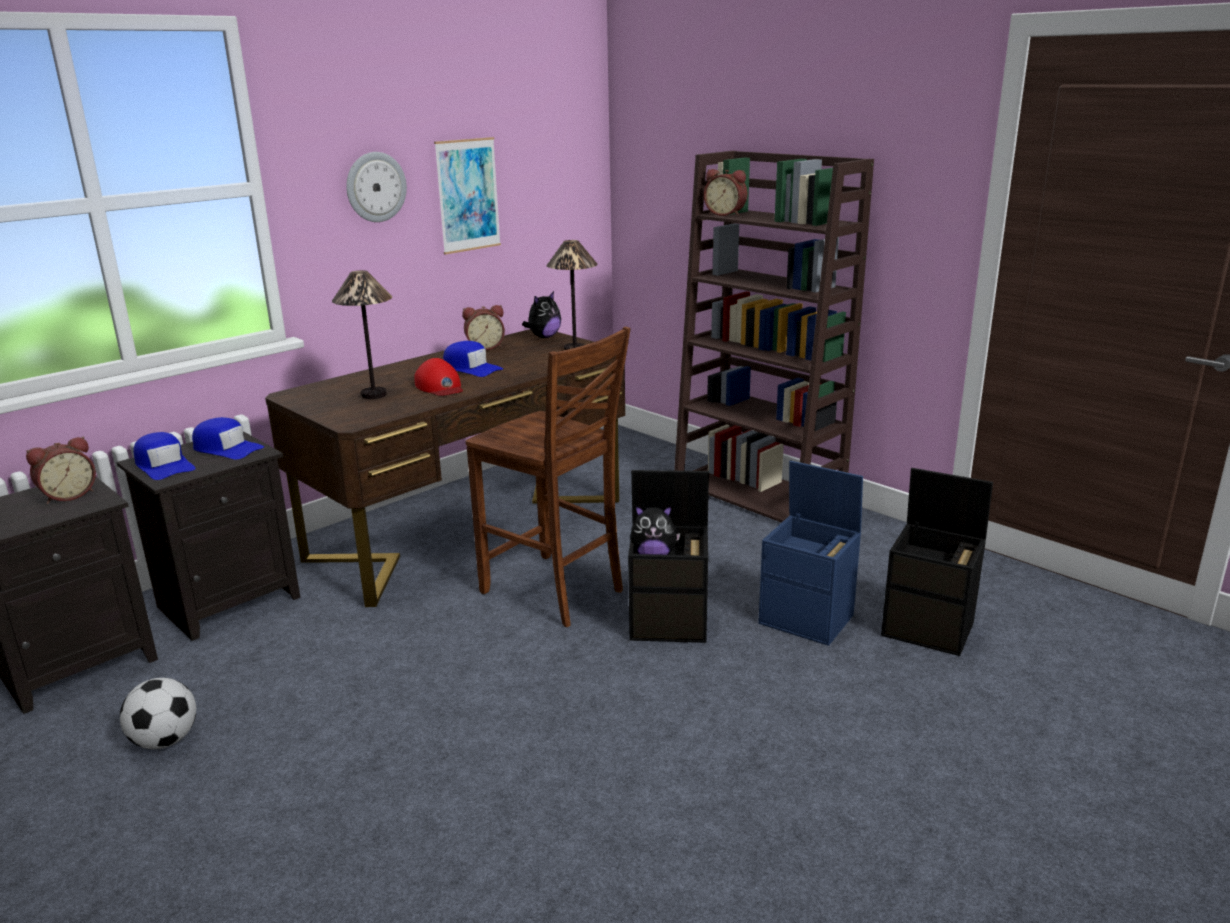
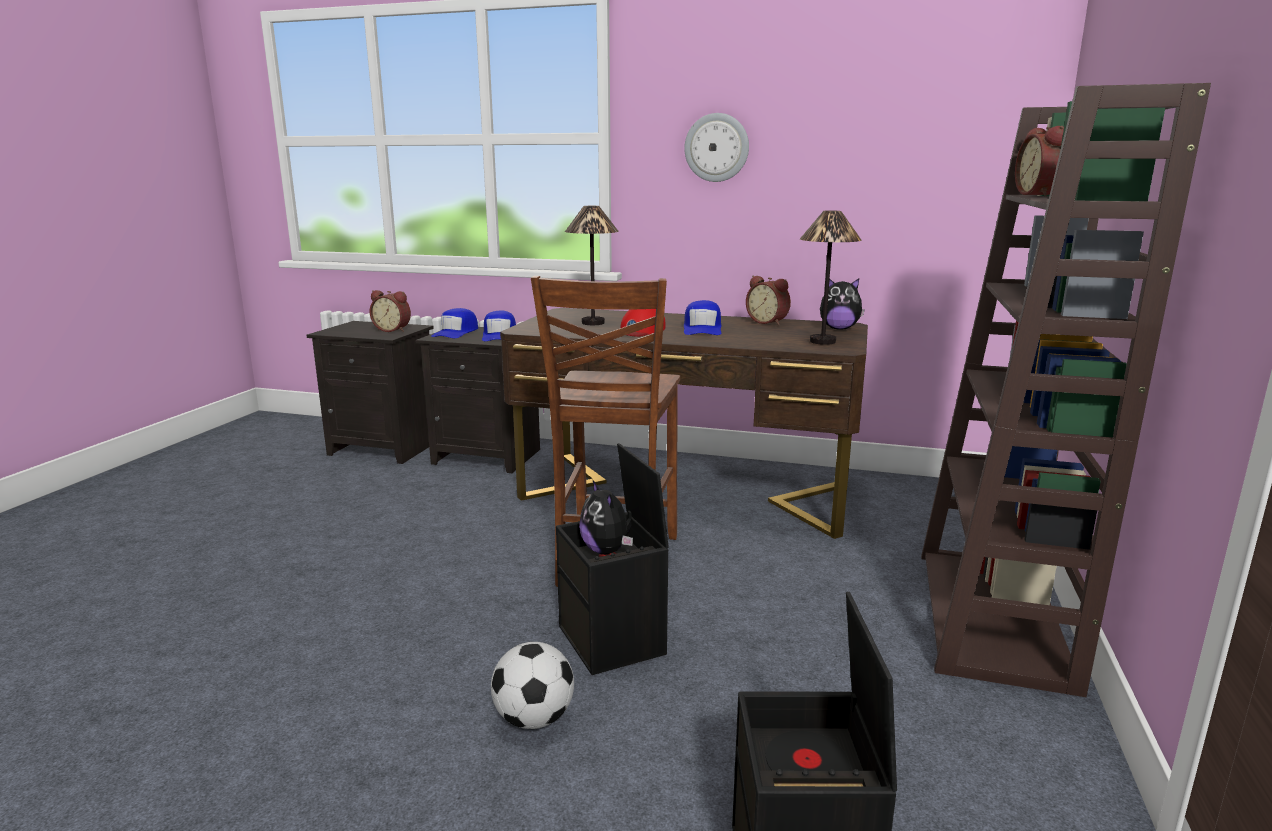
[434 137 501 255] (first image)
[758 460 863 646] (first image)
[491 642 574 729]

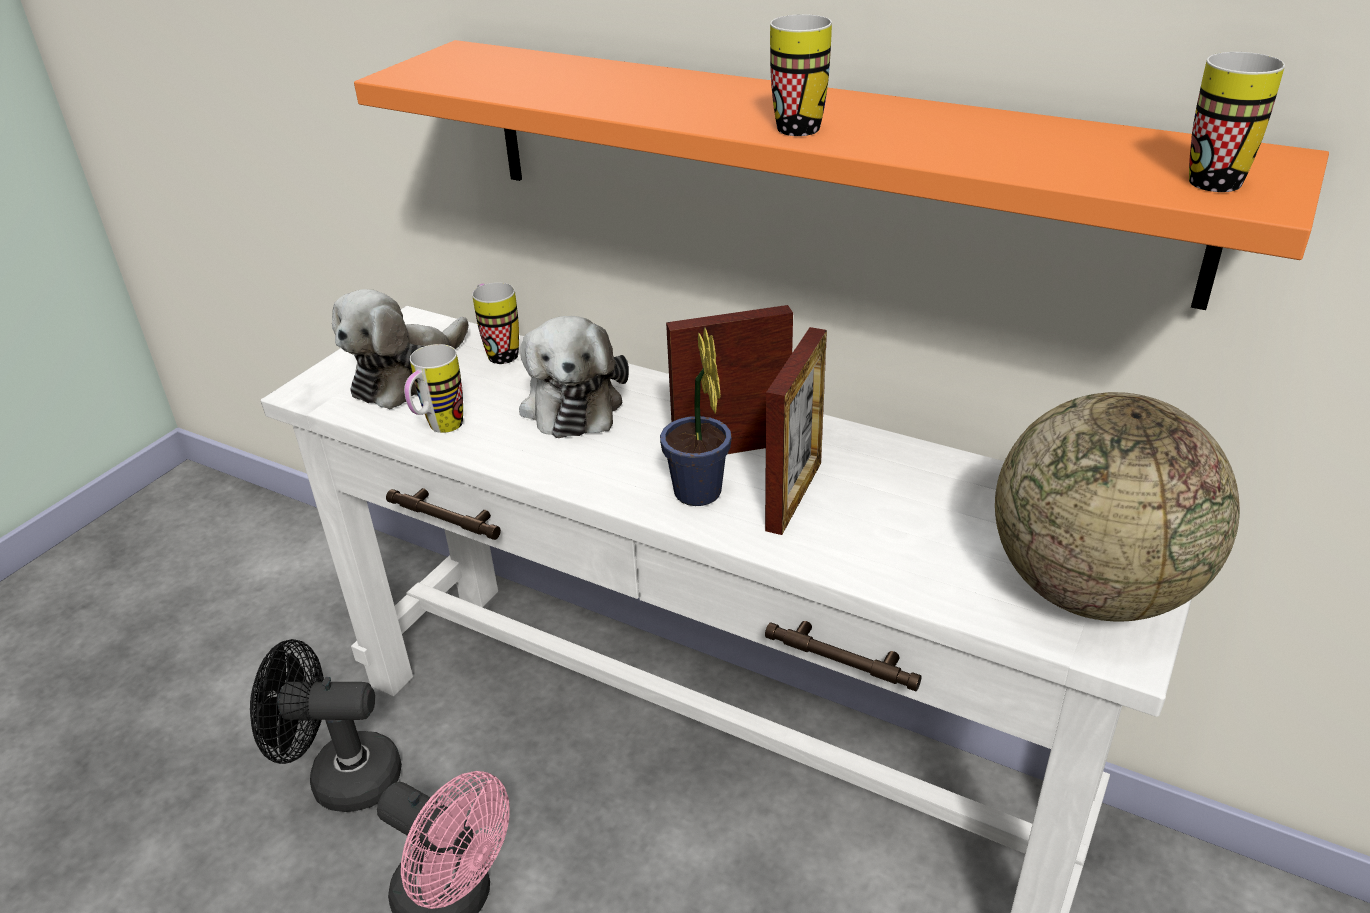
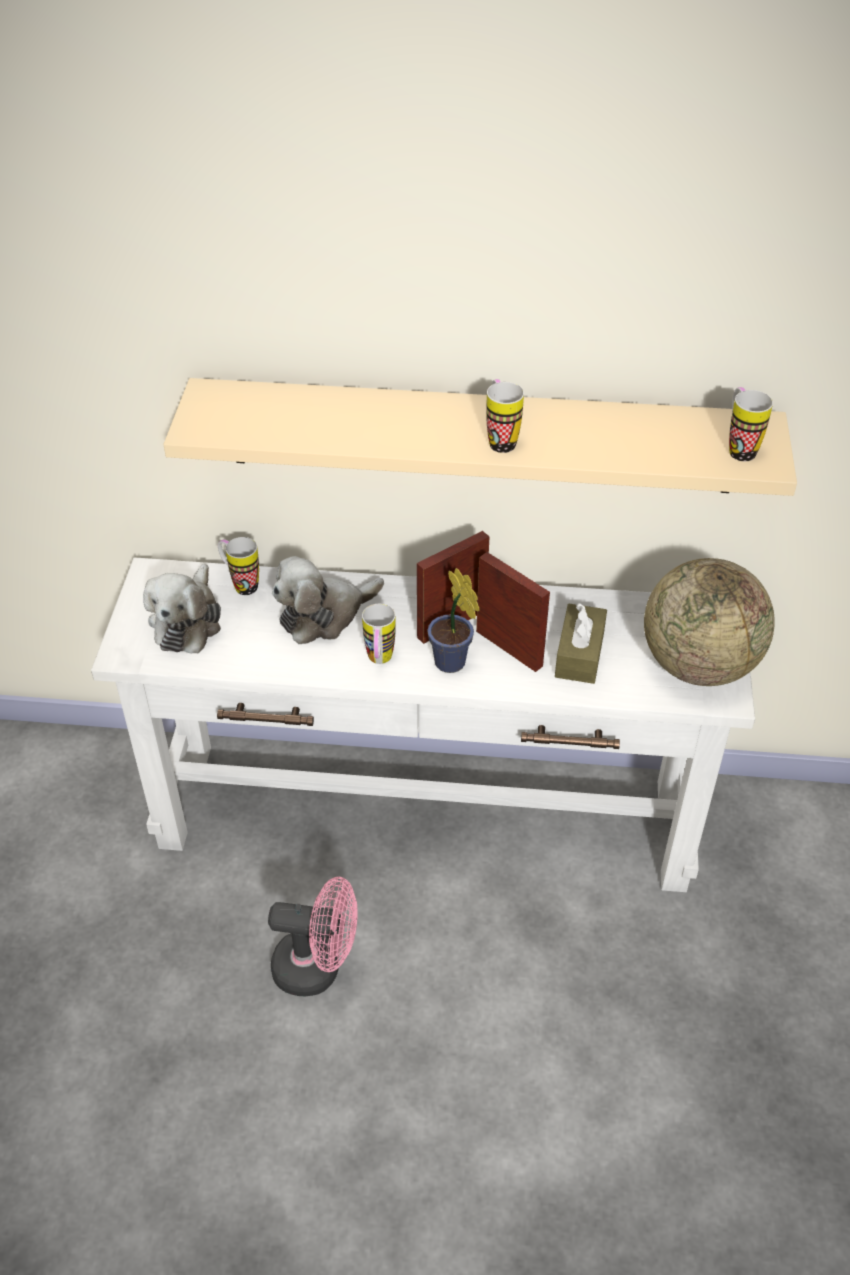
[164 378 797 496]
[272 556 384 644]
[476 552 550 672]
[362 604 395 664]
[250 639 402 812] (first image)
[555 603 607 684]

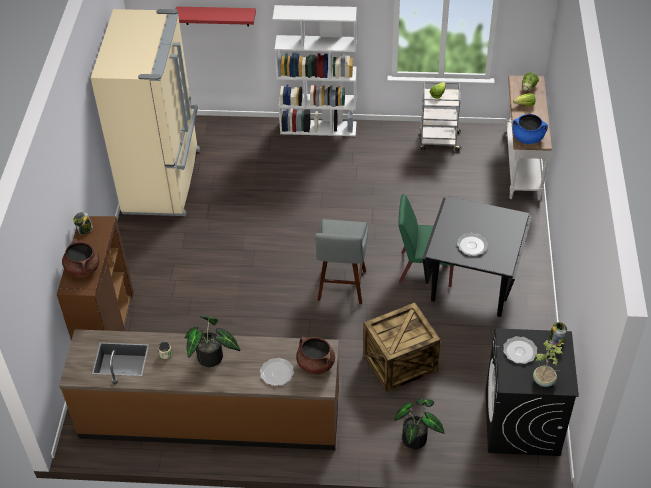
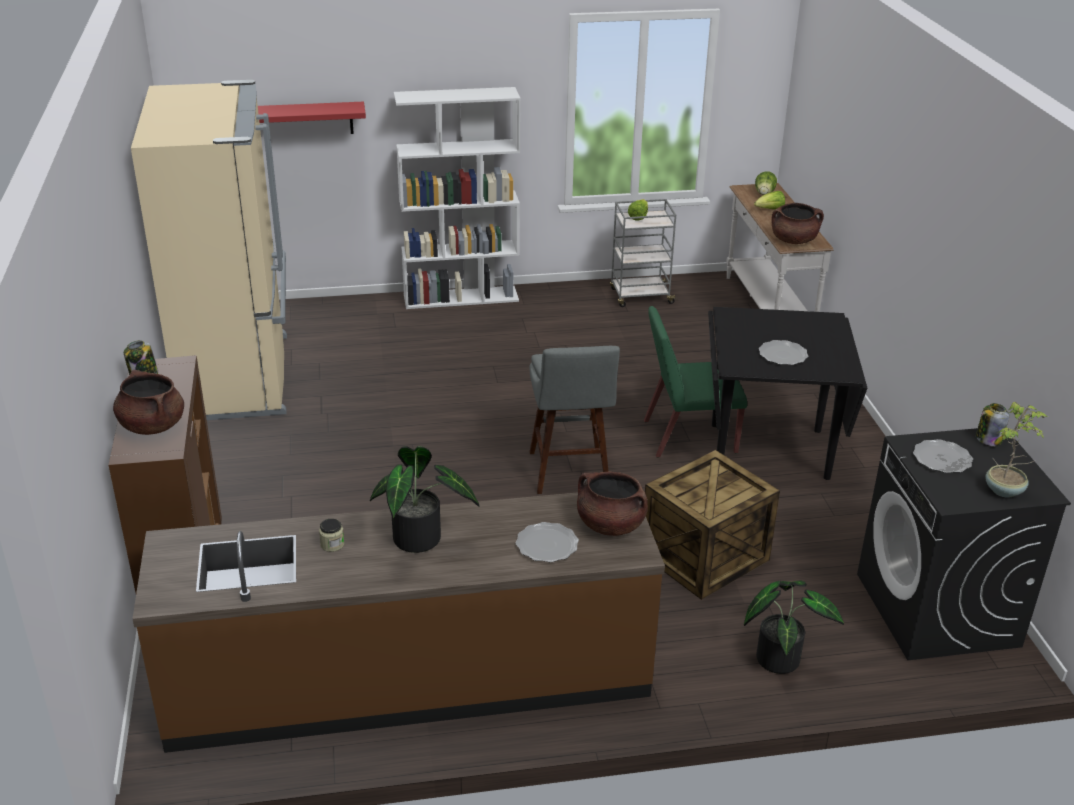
[772 203 824 244]

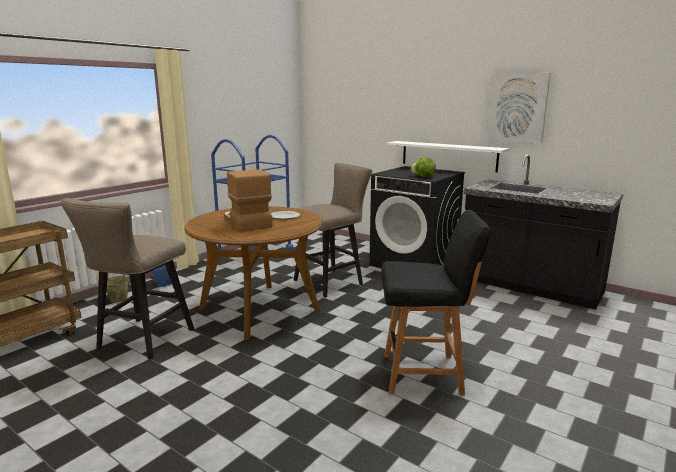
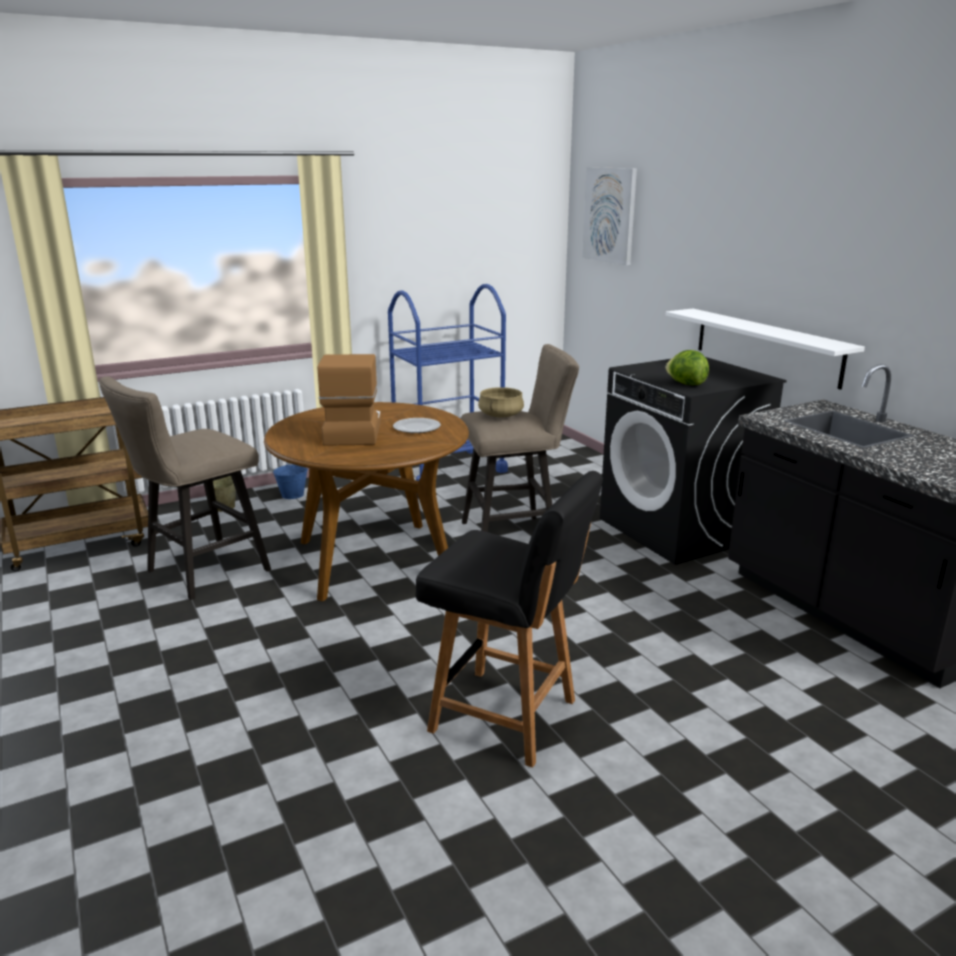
[582 167 637 265]
[478 387 524 418]

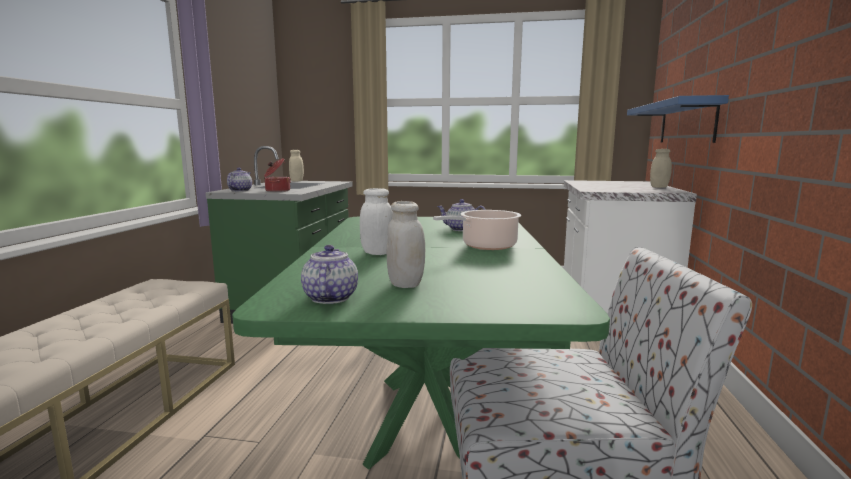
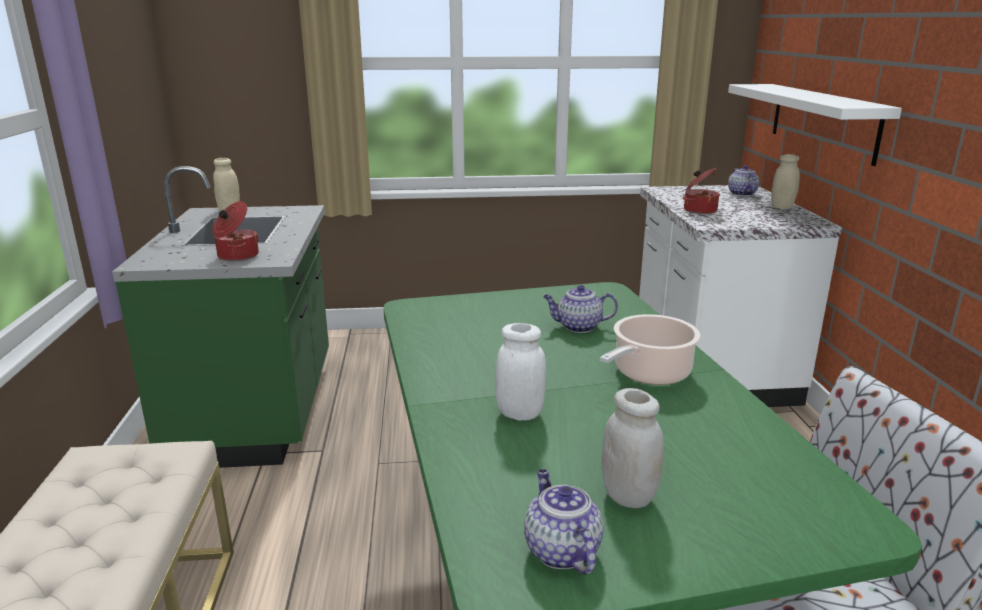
[728 84 902 166]
[728 165 760 196]
[683 168 720 214]

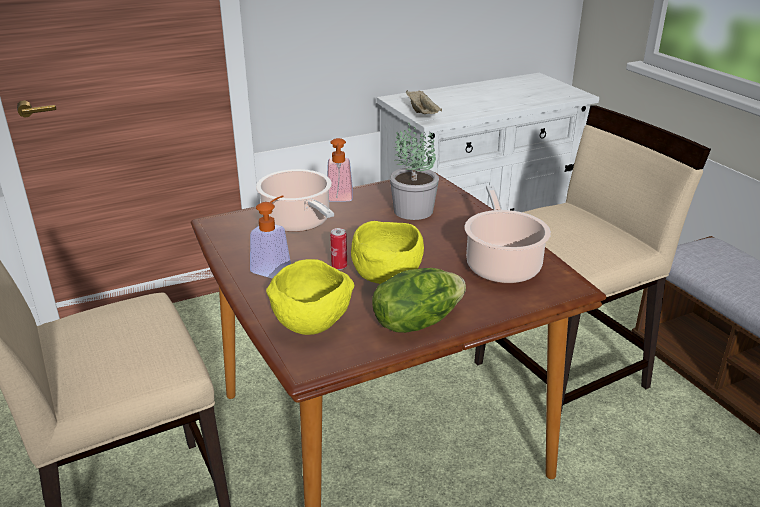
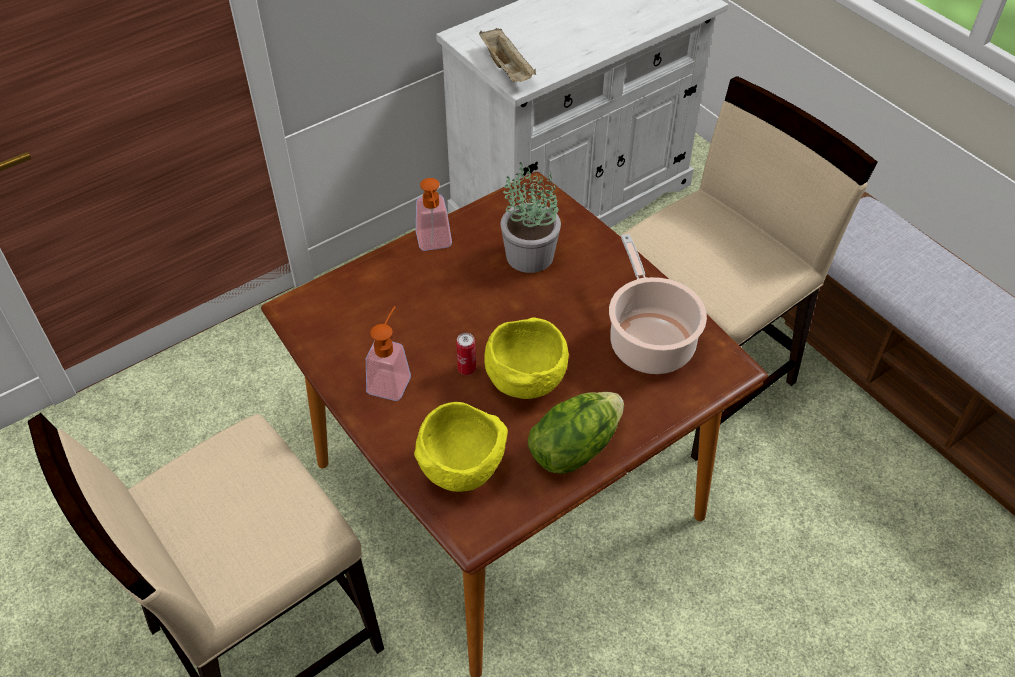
[256 169 334 232] (first image)

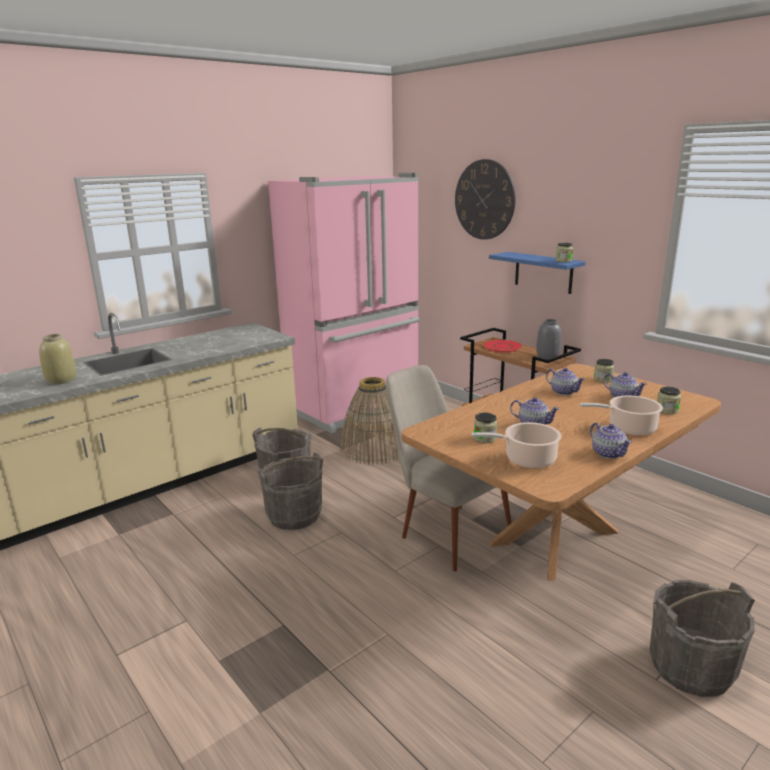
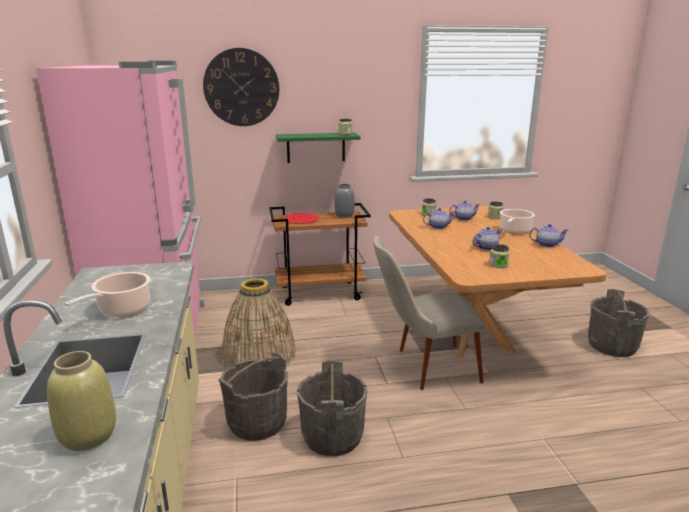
[276 132 360 163]
[64 272 151 317]

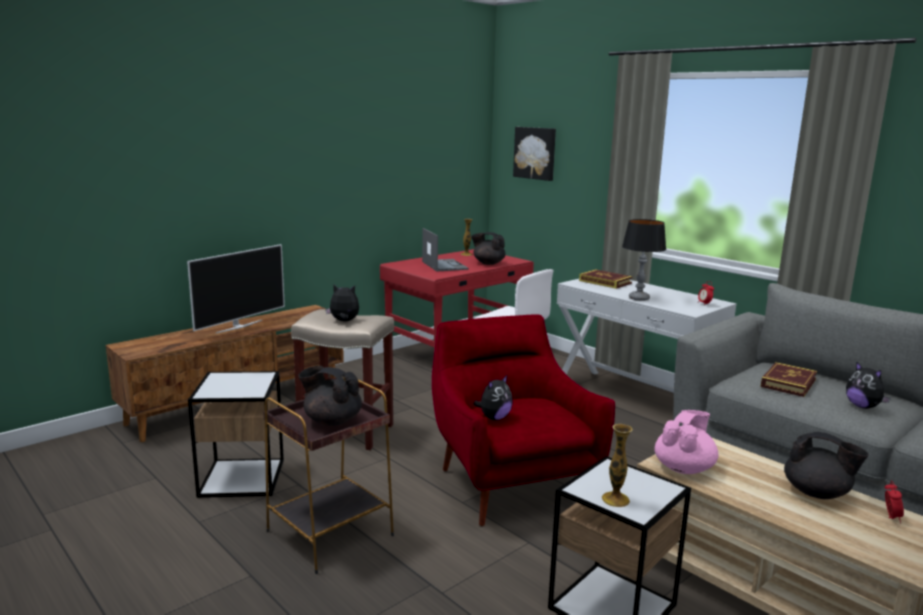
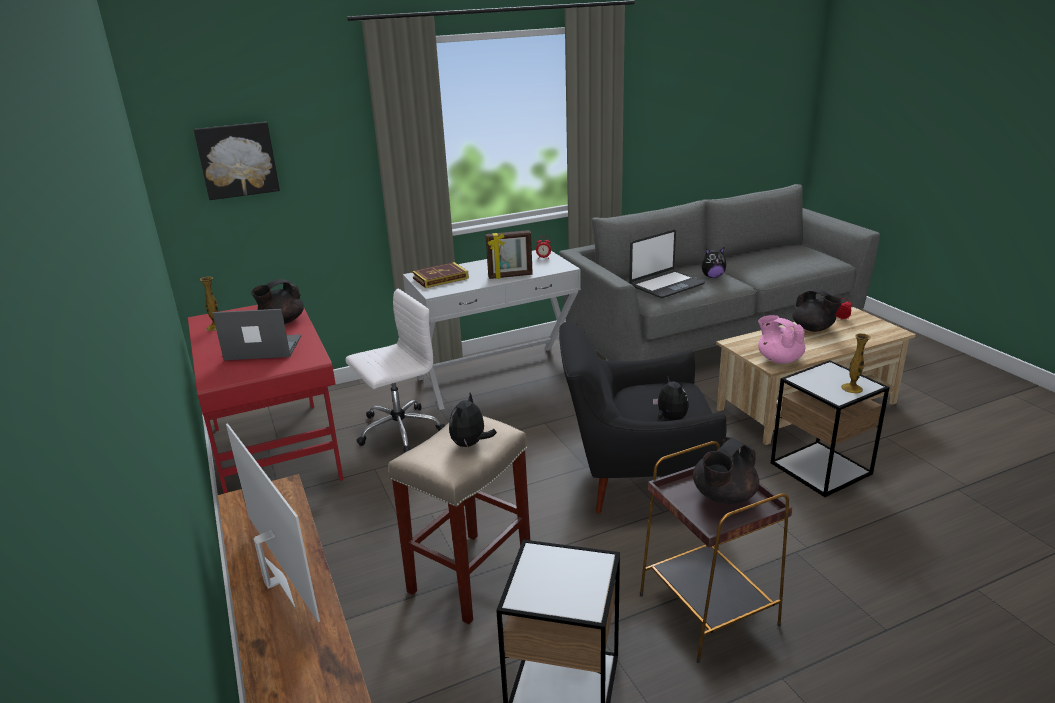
[486 230 533 279]
[559 321 726 514]
[629 230 705 298]
[792 289 842 332]

